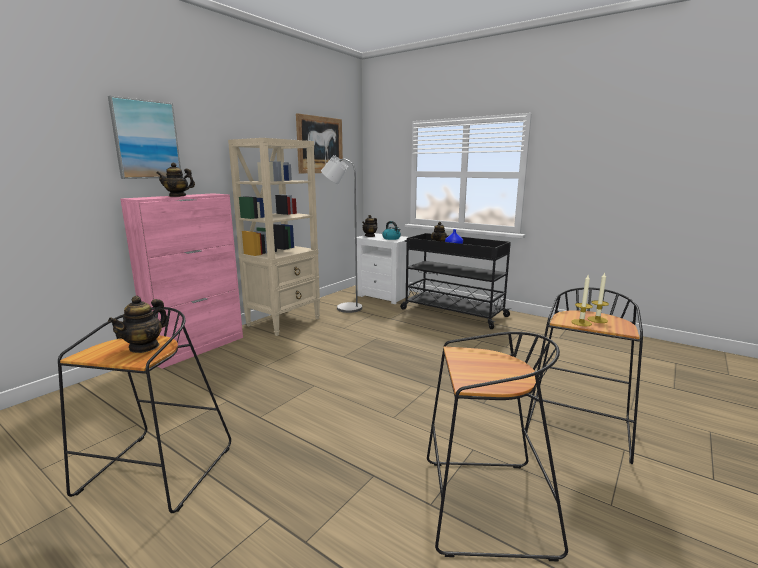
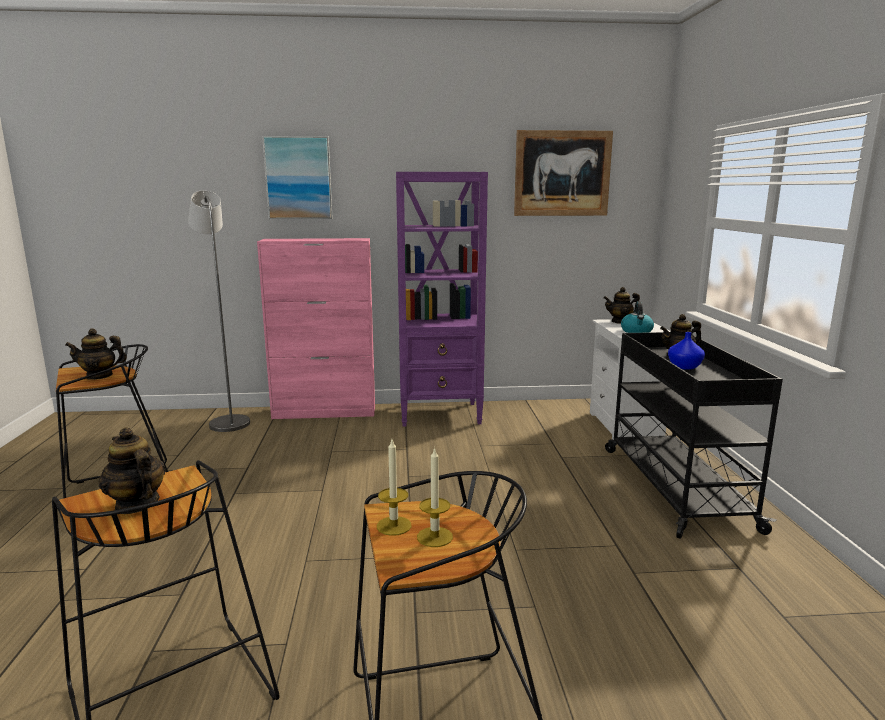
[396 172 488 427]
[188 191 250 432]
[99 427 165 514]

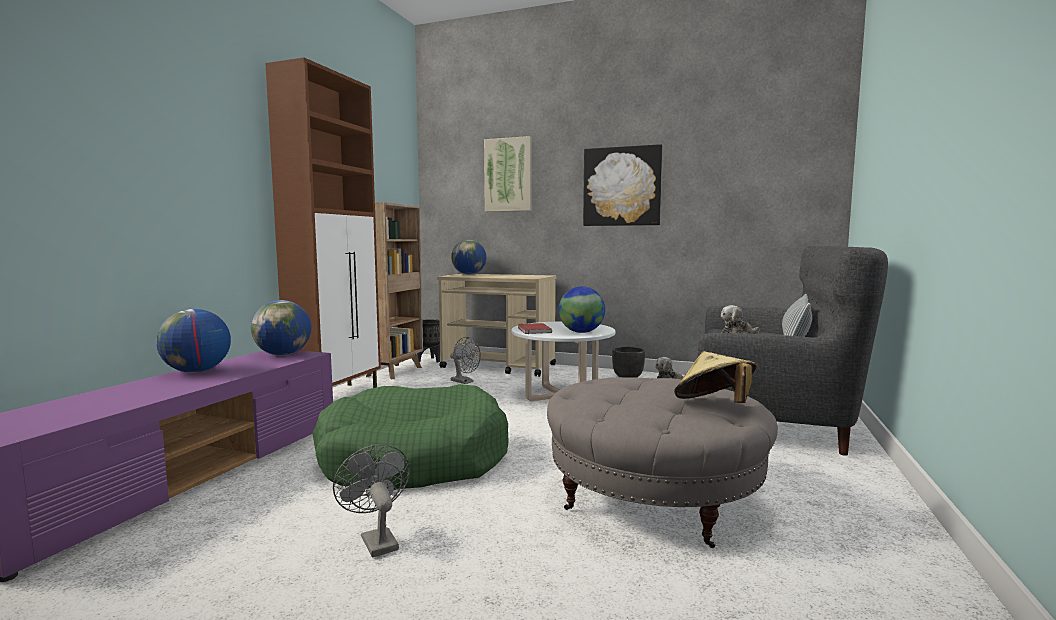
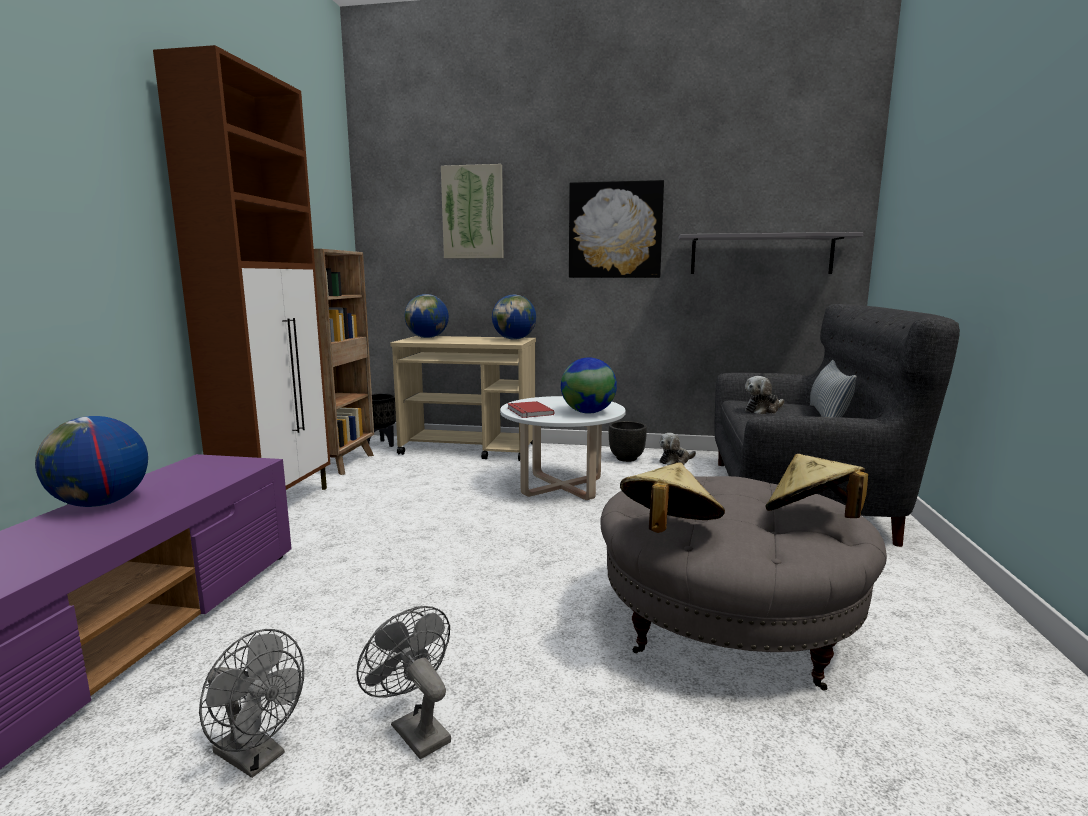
[492 295 536 340]
[199 629 304 778]
[312 384 509 489] (first image)
[679 232 863 274]
[620 462 725 533]

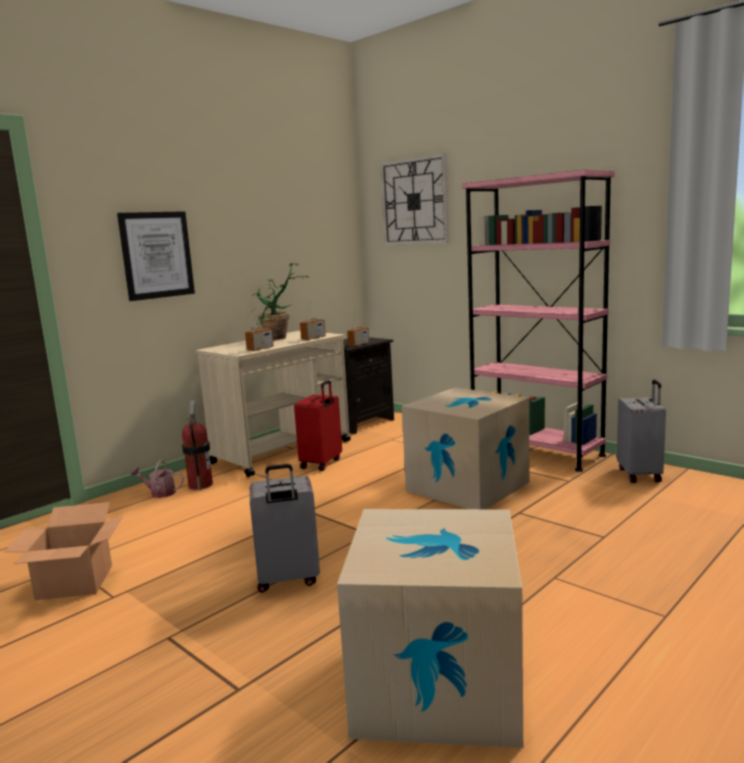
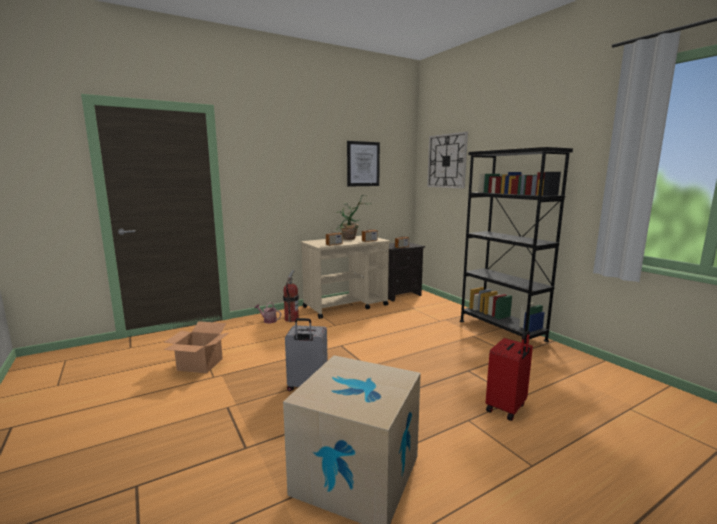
[460 147 573 344]
[347 141 380 187]
[617 379 666 483] (first image)
[486 331 533 421]
[402 387 529 509] (first image)

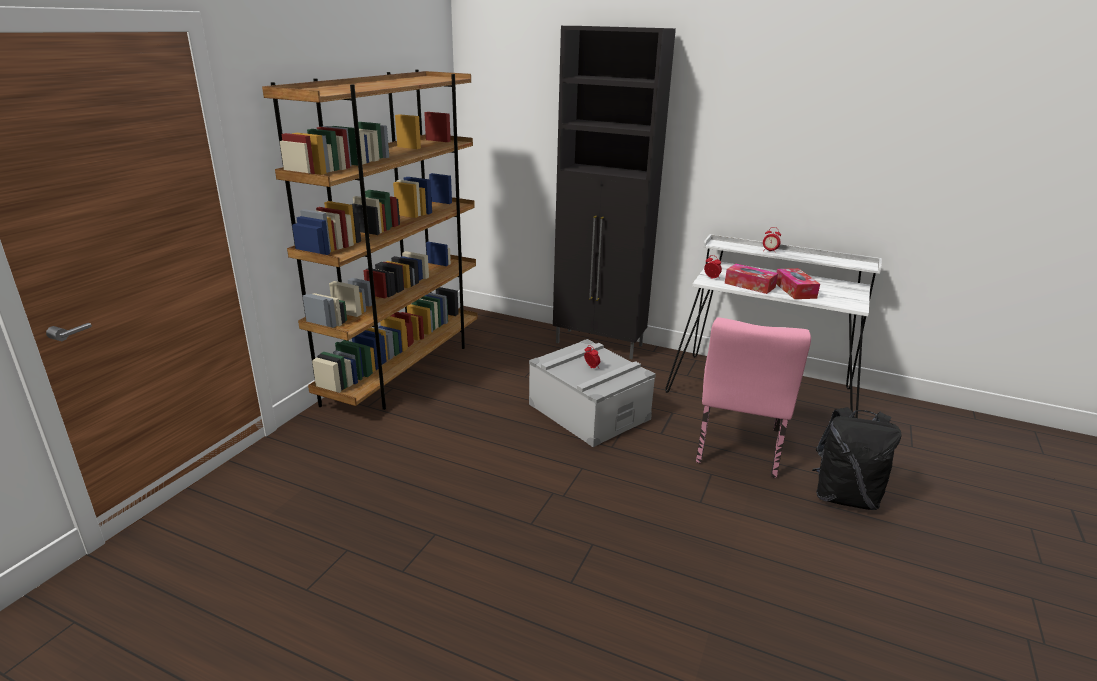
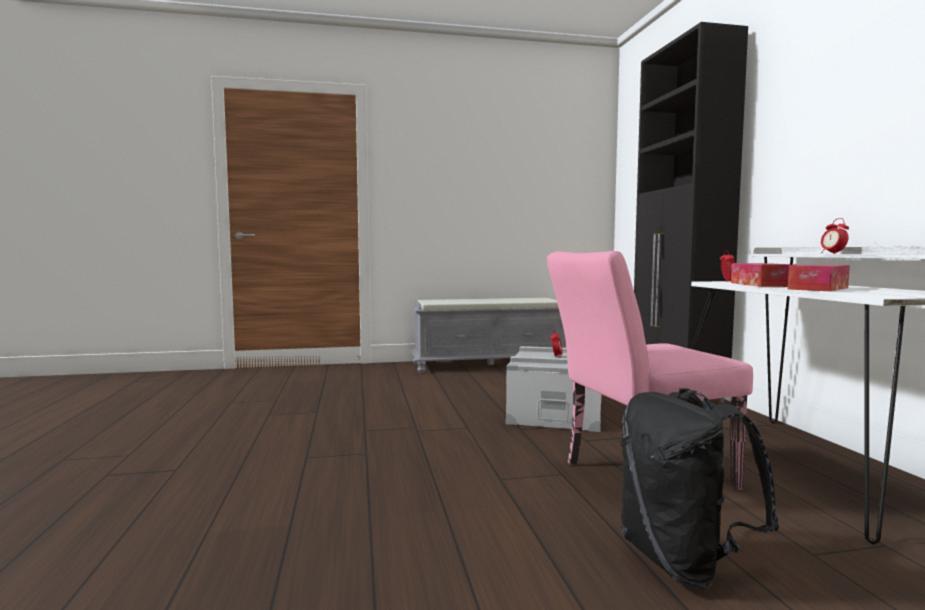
[410 298 566 373]

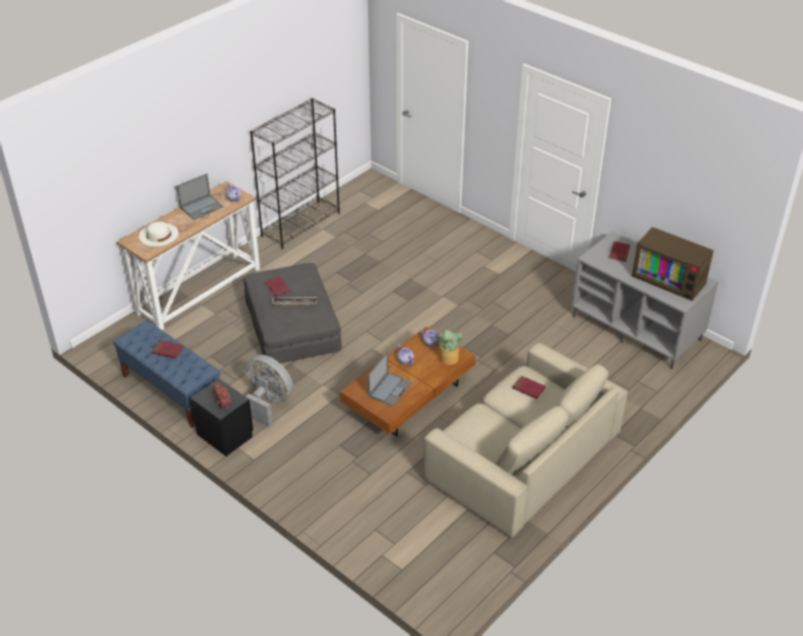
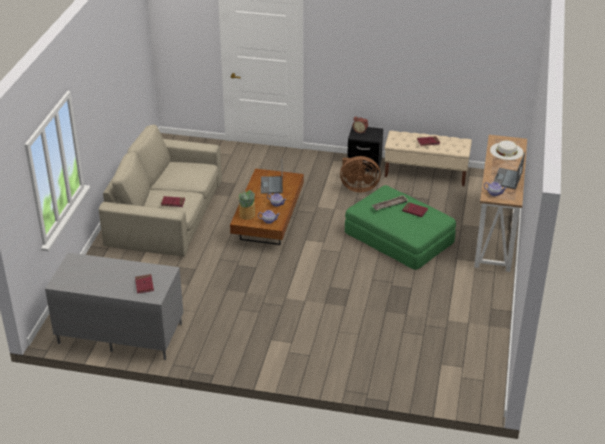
[250 98 340 249] (first image)
[632 227 714 301] (first image)
[345 185 456 270]
[385 131 472 186]
[340 156 381 192]

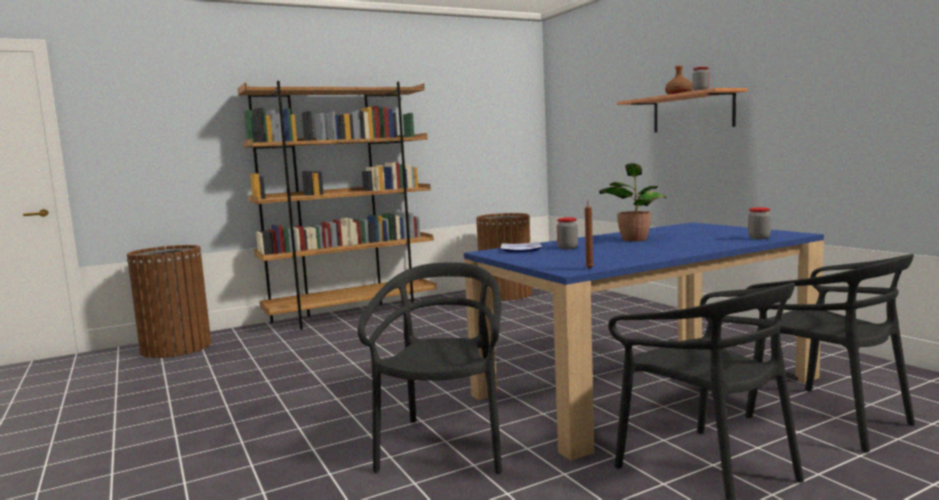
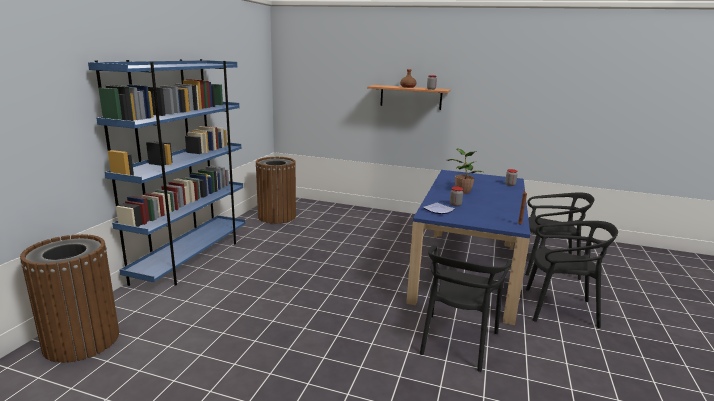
[88 59 245 286]
[420 245 512 372]

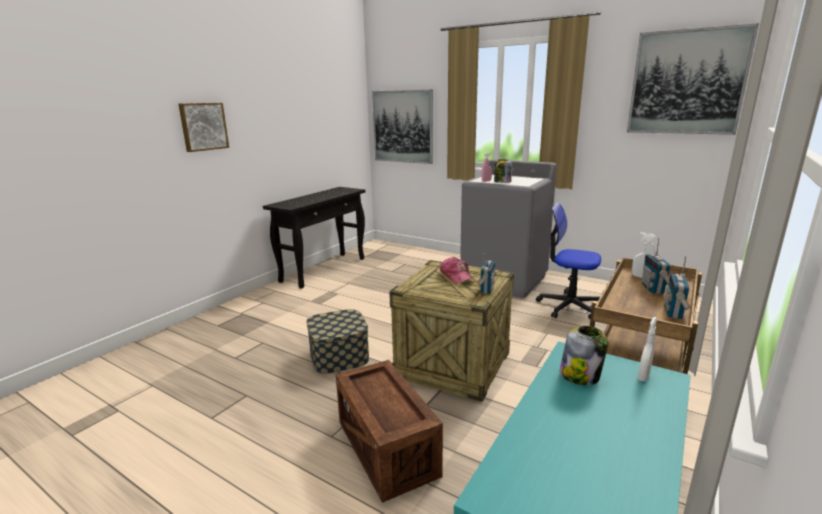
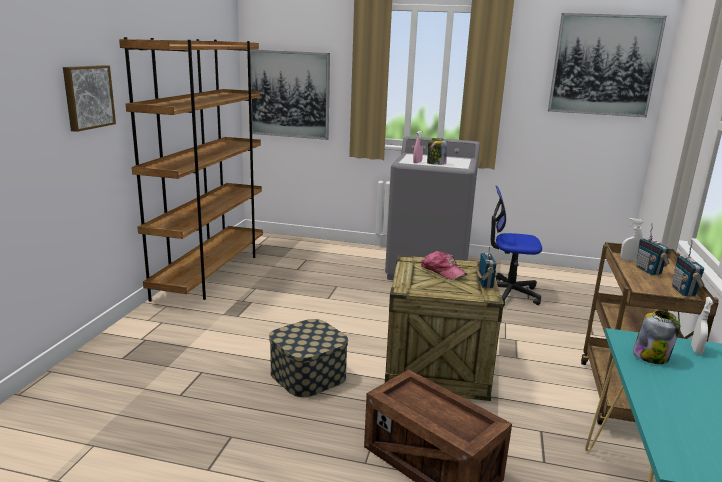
[119 37 263 302]

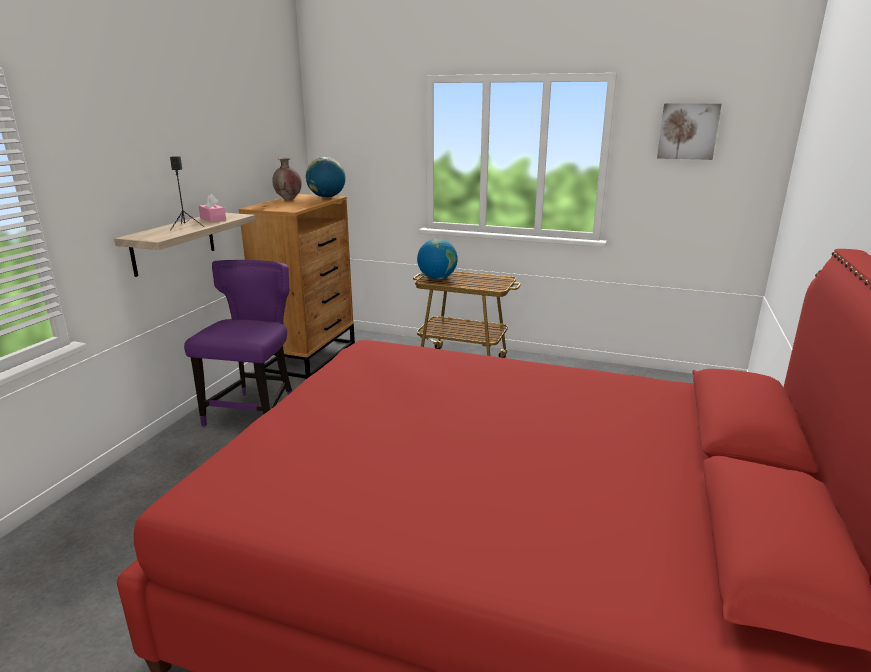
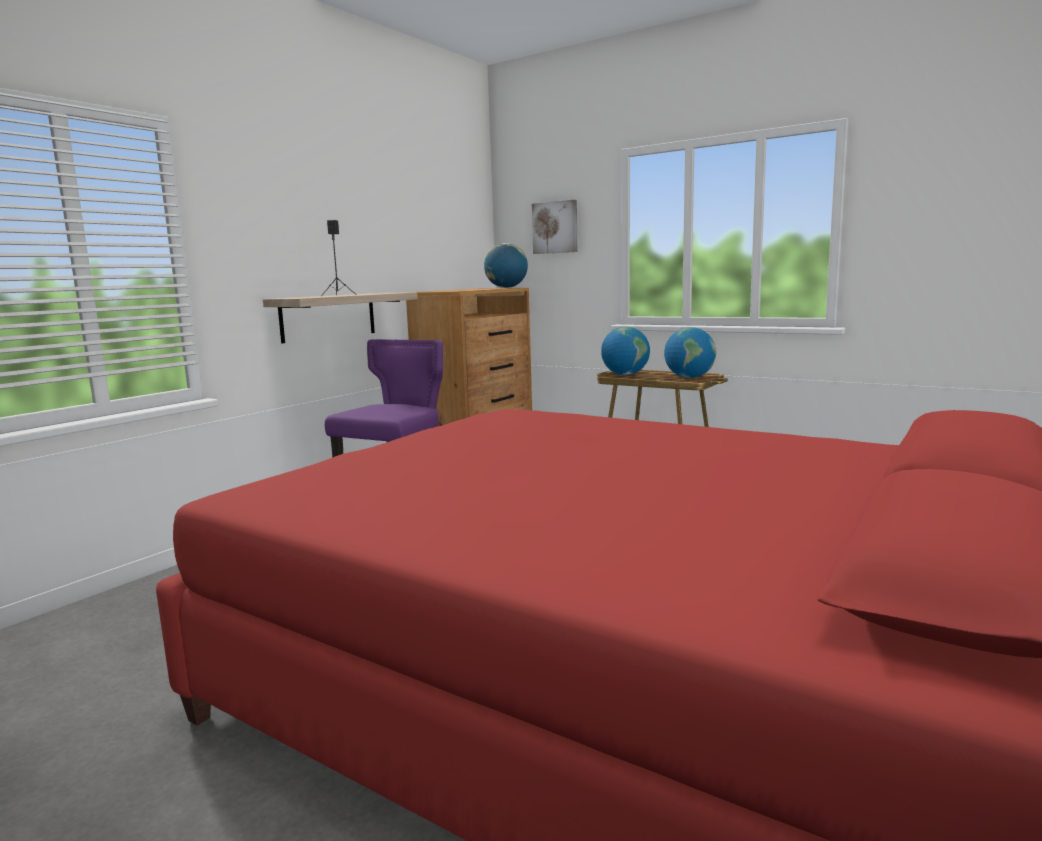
[532 200 577 254]
[272 158 302 200] (first image)
[199 194 226 222] (first image)
[664 327 716 378]

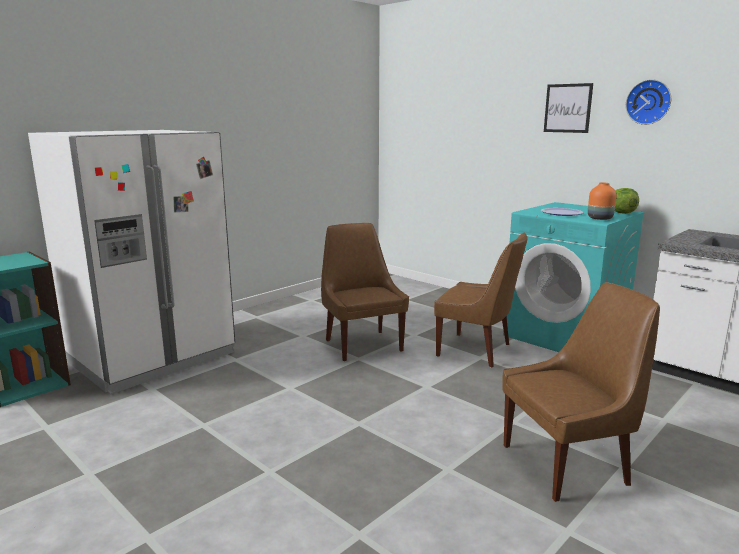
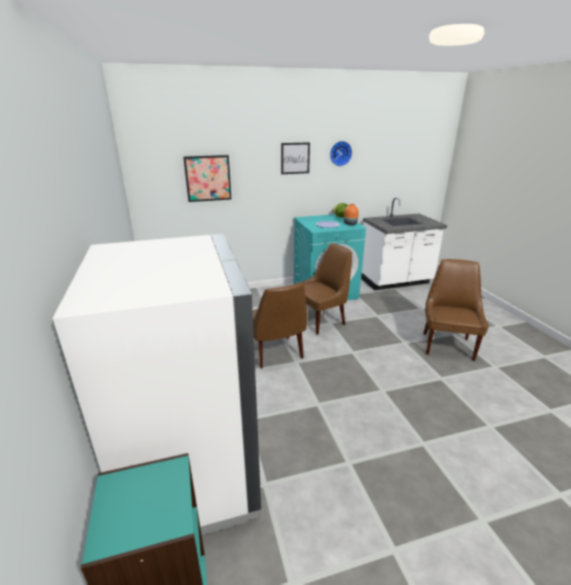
[253 283 307 368]
[183 155 231 202]

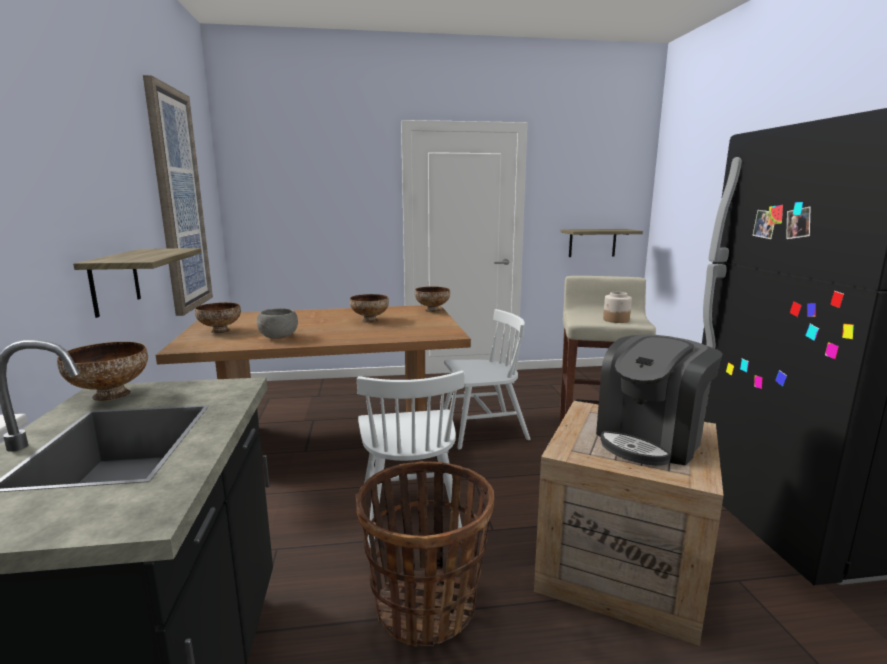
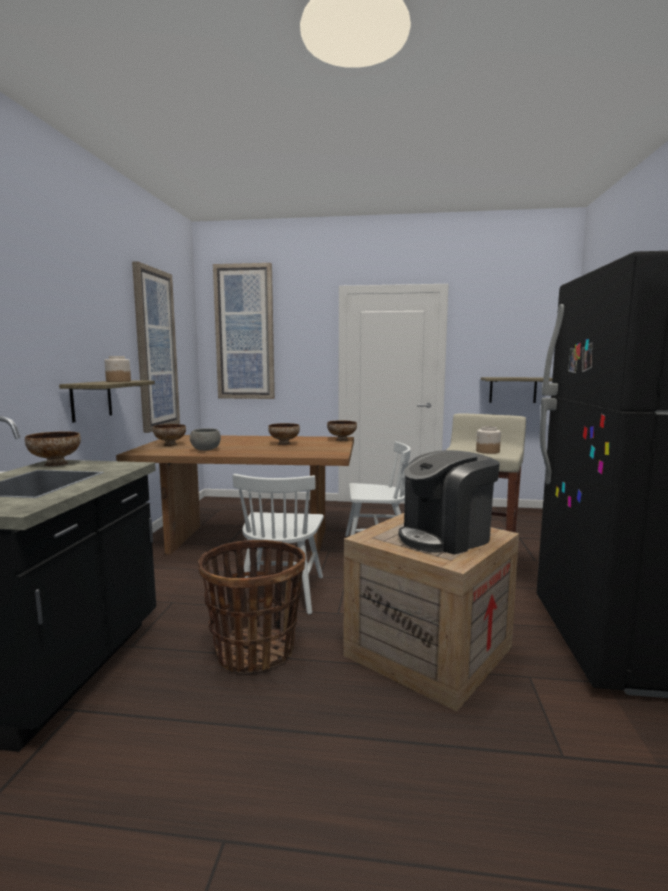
[213 263 275 399]
[104 356 131 382]

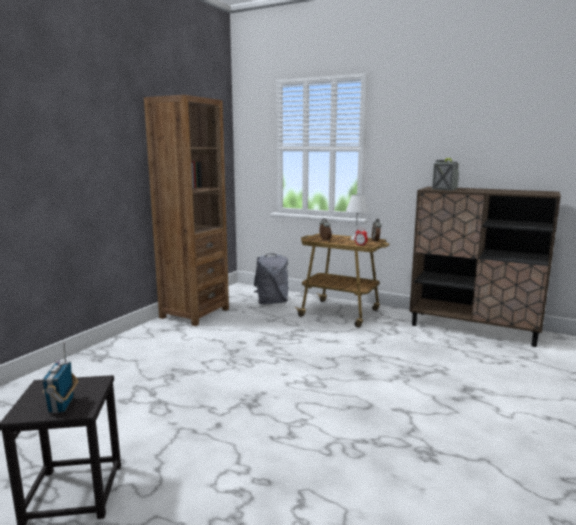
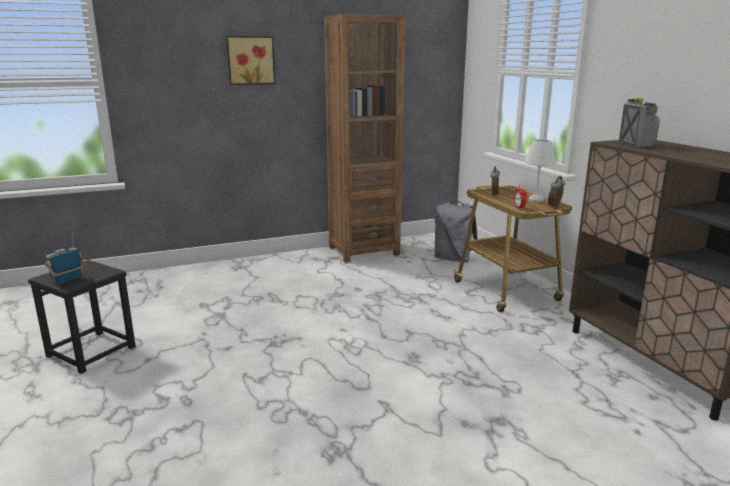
[226 36 276 85]

